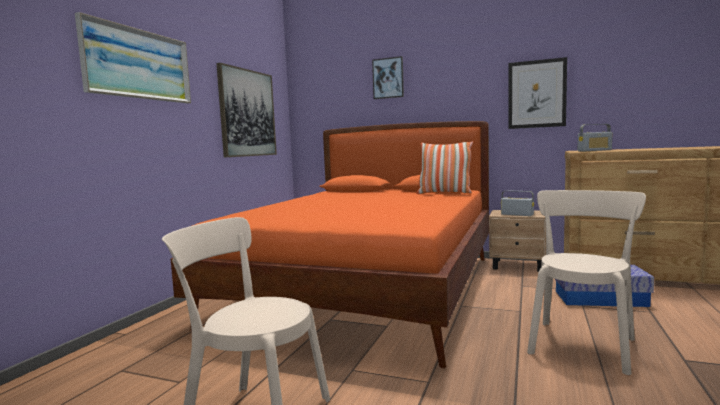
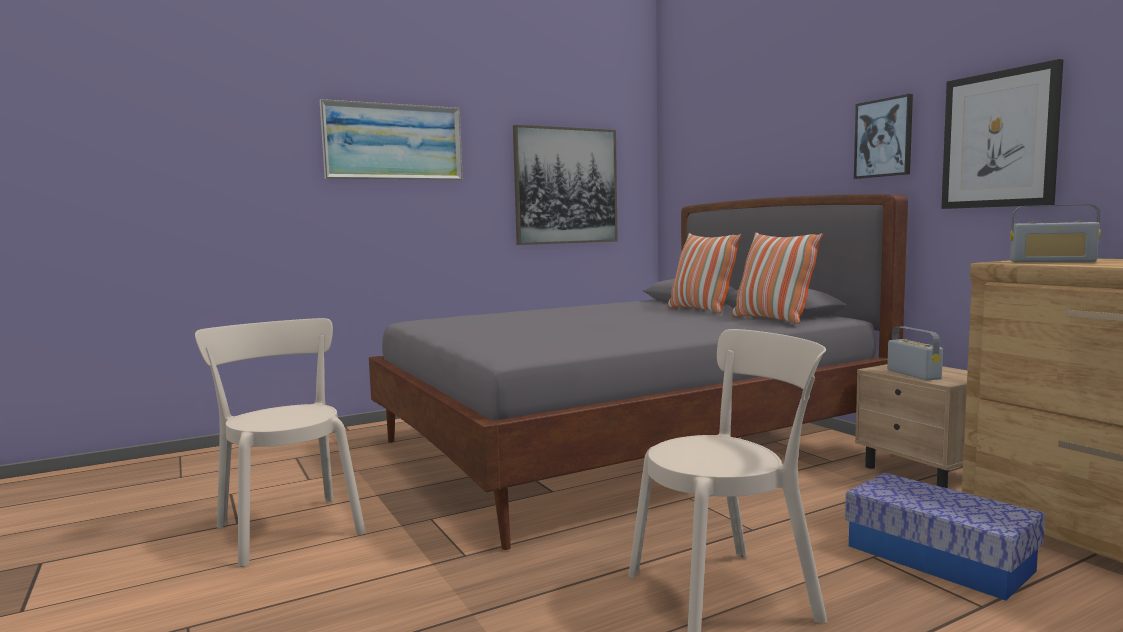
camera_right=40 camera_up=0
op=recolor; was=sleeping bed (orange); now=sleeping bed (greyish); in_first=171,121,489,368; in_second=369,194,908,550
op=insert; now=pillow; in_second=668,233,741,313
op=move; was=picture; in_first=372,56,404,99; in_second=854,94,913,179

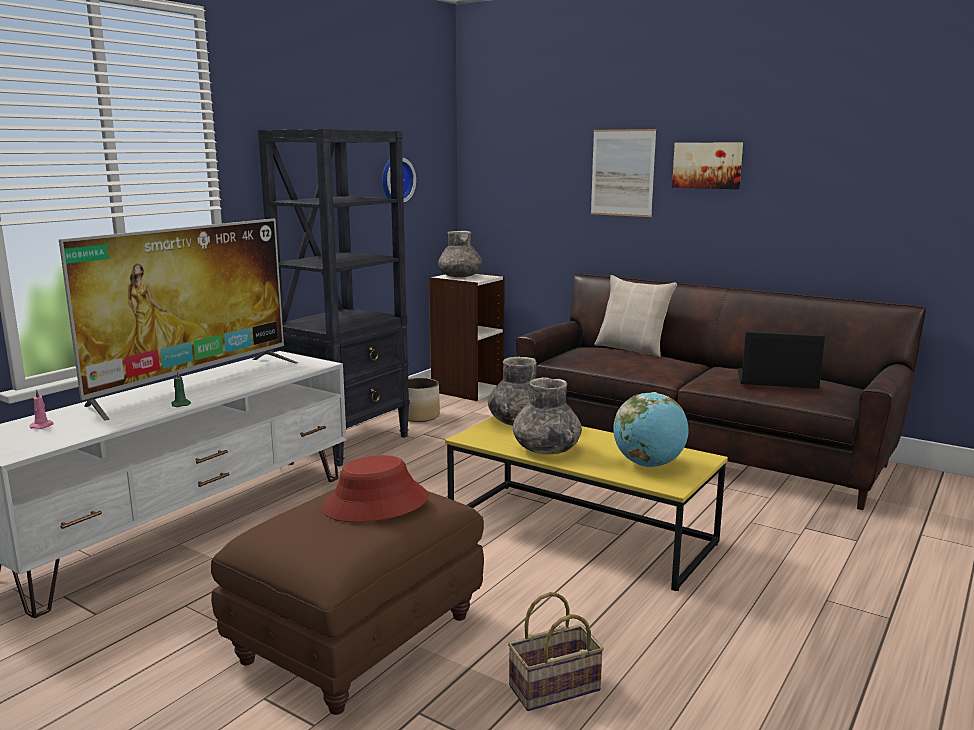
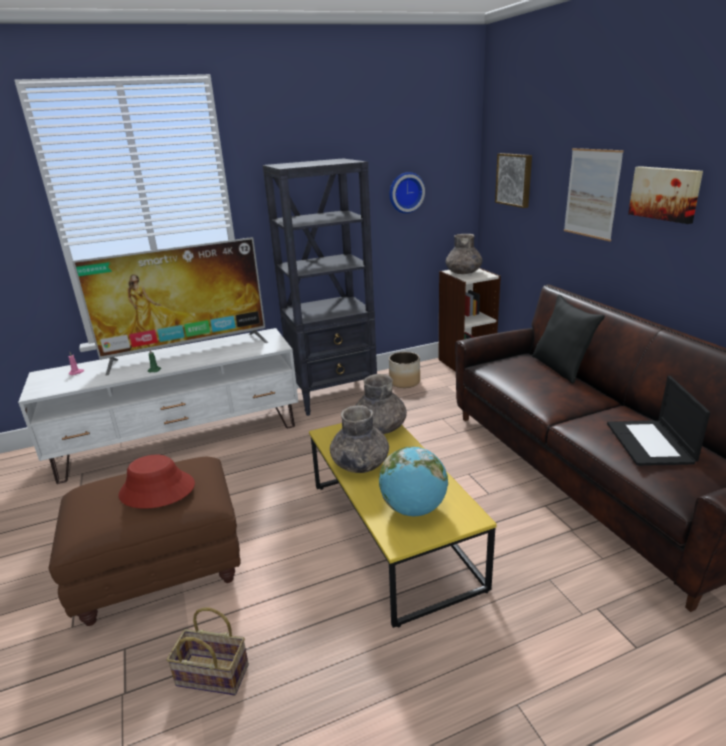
camera_right=35 camera_up=10
op=insert; now=picture; in_second=495,153,532,208
op=recolor; was=pillow (sand-coloured); now=pillow (black-coloured); in_first=594,275,677,357; in_second=532,295,605,383
op=rotate; was=portable computer; in_first=738,331,825,389; in_second=607,376,710,466; clockwise=-135

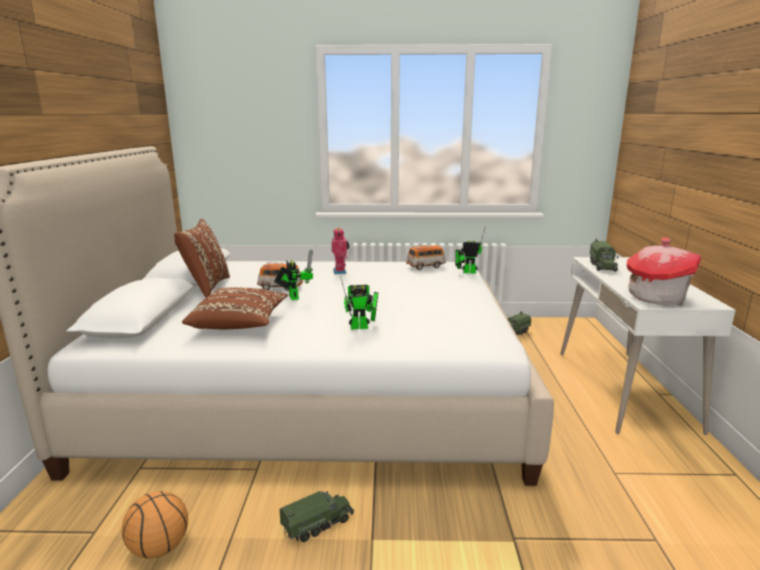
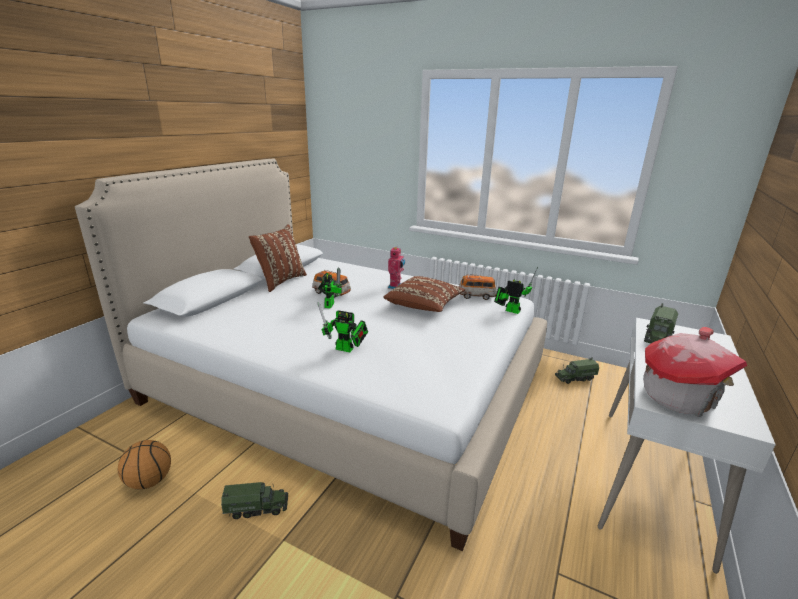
camera_right=25 camera_up=5
op=move; was=pillow (brown-coloured); in_first=182,287,288,329; in_second=383,276,465,312

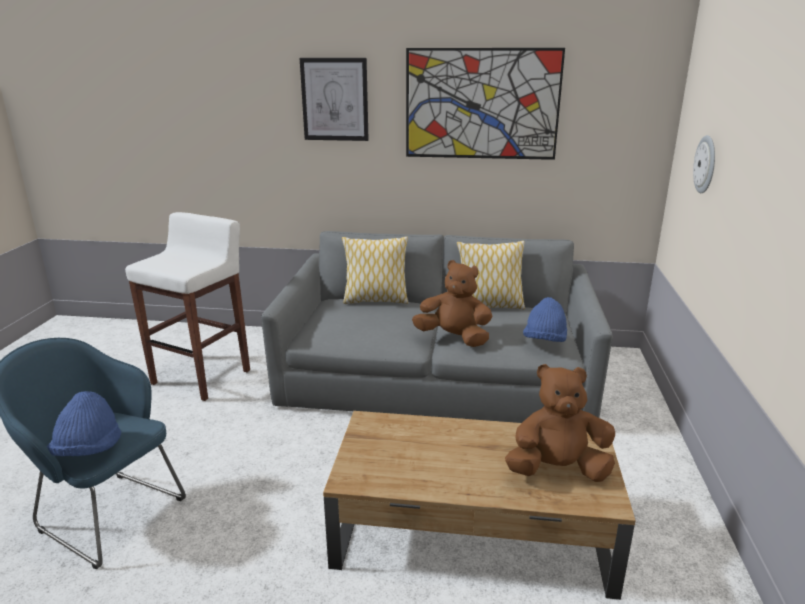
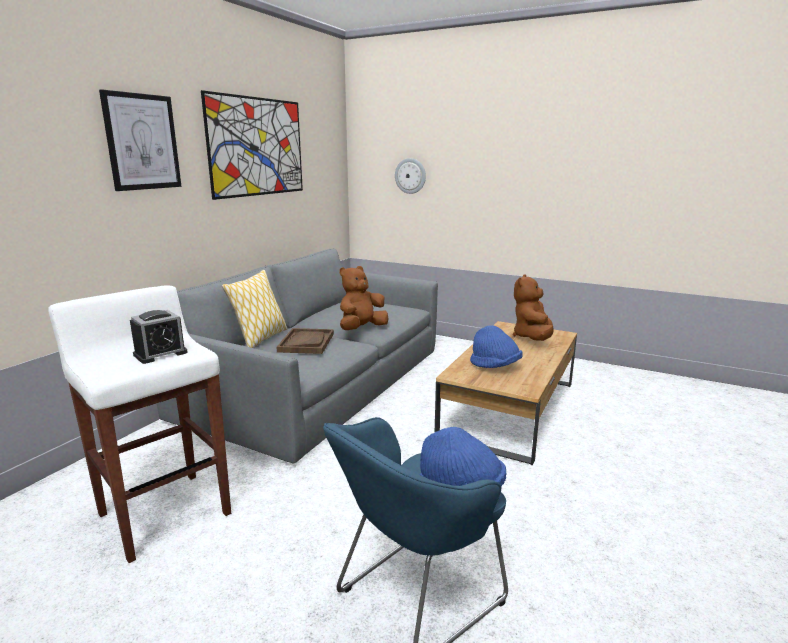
camera_right=-70 camera_up=-5
op=insert; now=alarm clock; in_second=130,310,188,364
op=insert; now=serving tray (brown-coloured); in_second=277,328,334,354
op=move; was=hat (bluish); in_first=523,297,567,342; in_second=470,325,522,368
op=delete; was=pillow; in_first=457,241,525,309

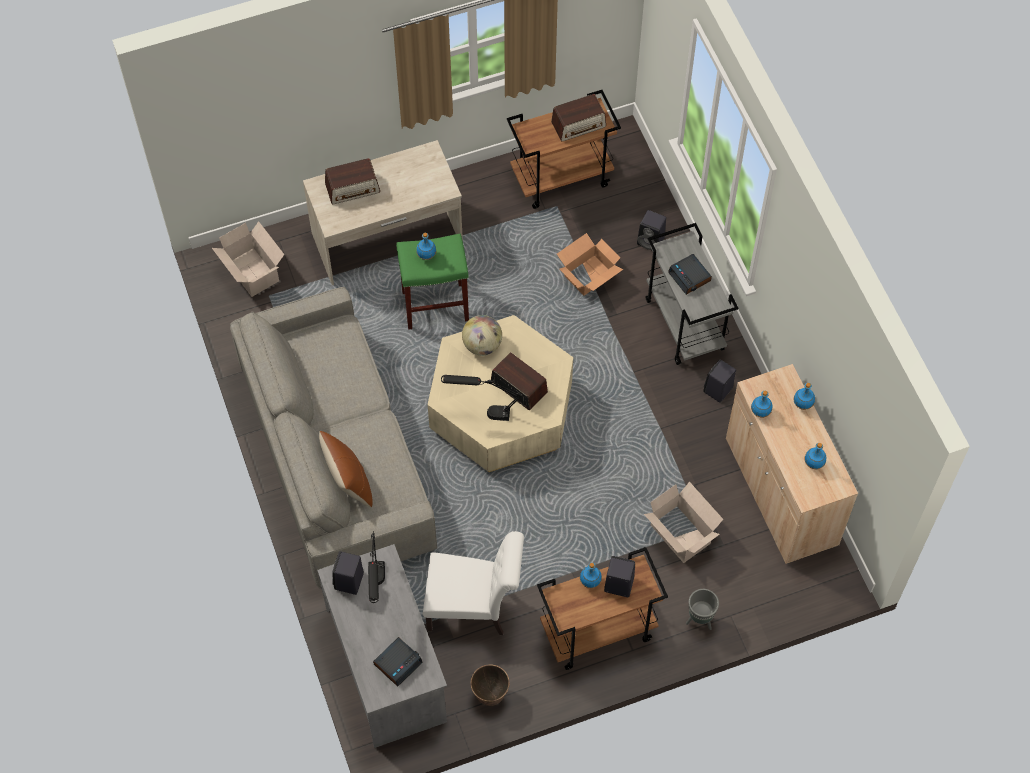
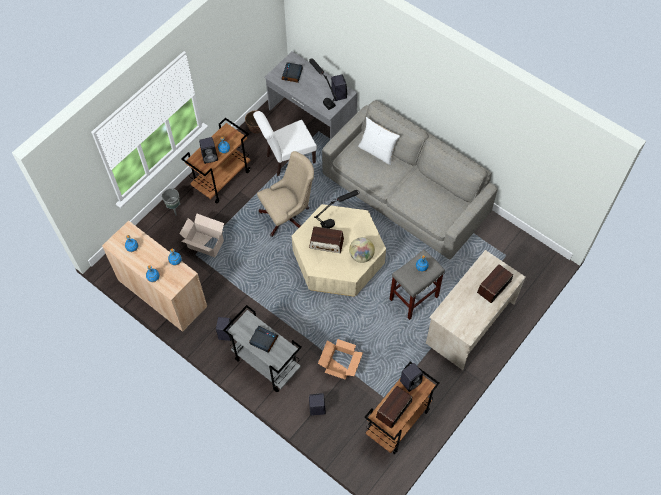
camera_right=150 camera_up=0
op=insert; now=desk chair (sand-coloured); in_second=257,151,314,237
op=recolor; was=pillow (brown-coloured); now=pillow (whitish); in_first=319,431,373,507; in_second=358,117,400,165
op=recolor; was=stool (greenish); now=stool (greyish); in_first=396,234,469,330; in_second=390,249,445,320
op=insert; now=loudspeaker (black-coloured); in_second=400,363,423,392
op=delete; was=packing box; in_first=212,221,285,297

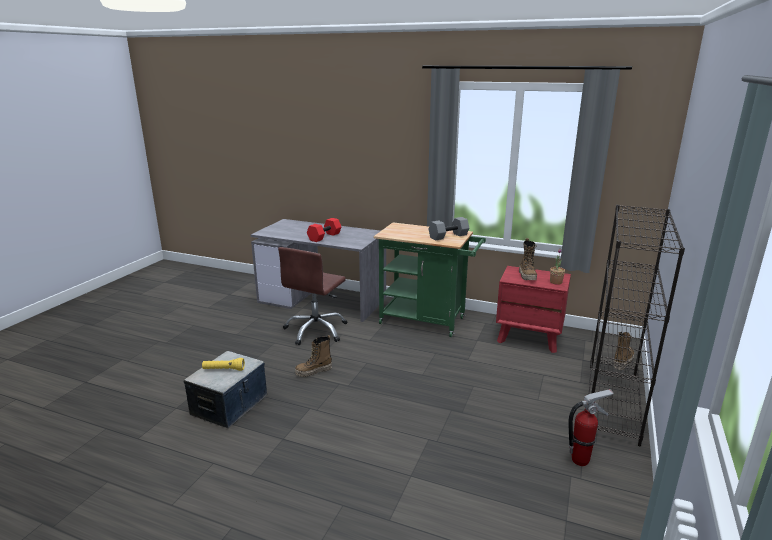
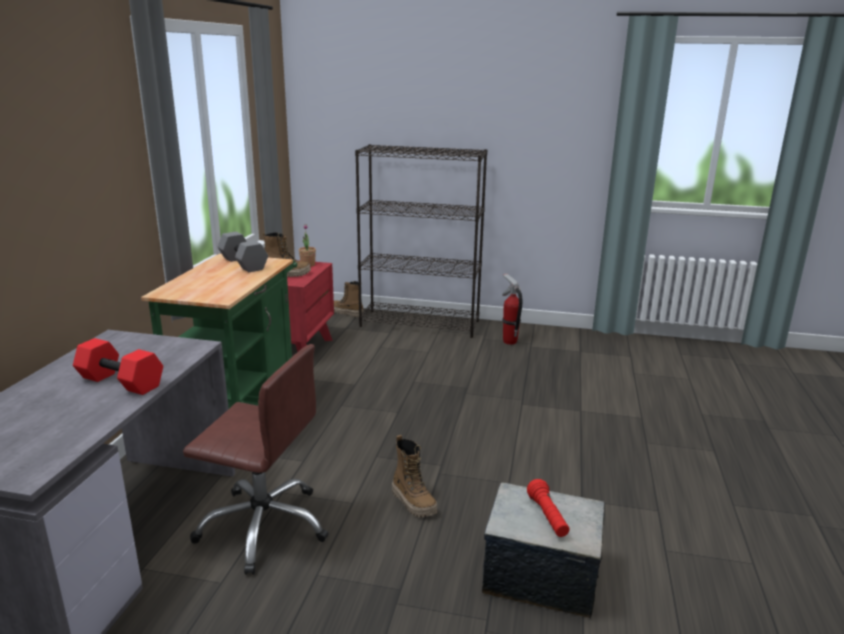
camera_right=-100 camera_up=0
op=recolor; was=flashlight (yellow); now=flashlight (reddish); in_first=202,358,245,371; in_second=527,479,570,537

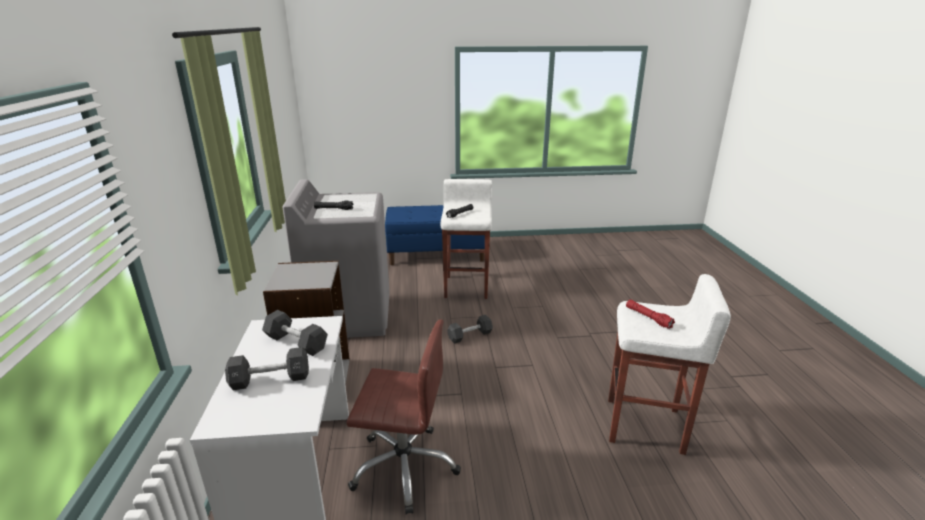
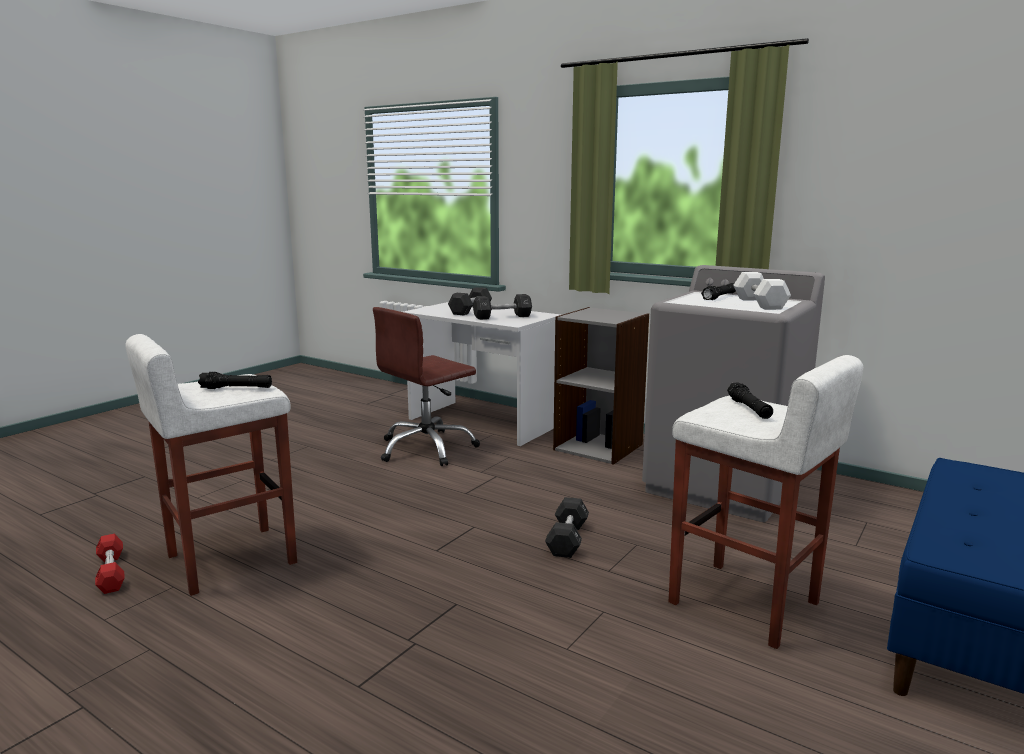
camera_right=130 camera_up=-10
op=insert; now=free weight (reddish); in_second=95,534,125,594
op=recolor; was=flashlight (reddish); now=flashlight (black-coloured); in_first=626,299,675,329; in_second=198,372,272,389
op=insert; now=free weight (whitish); in_second=733,272,791,310

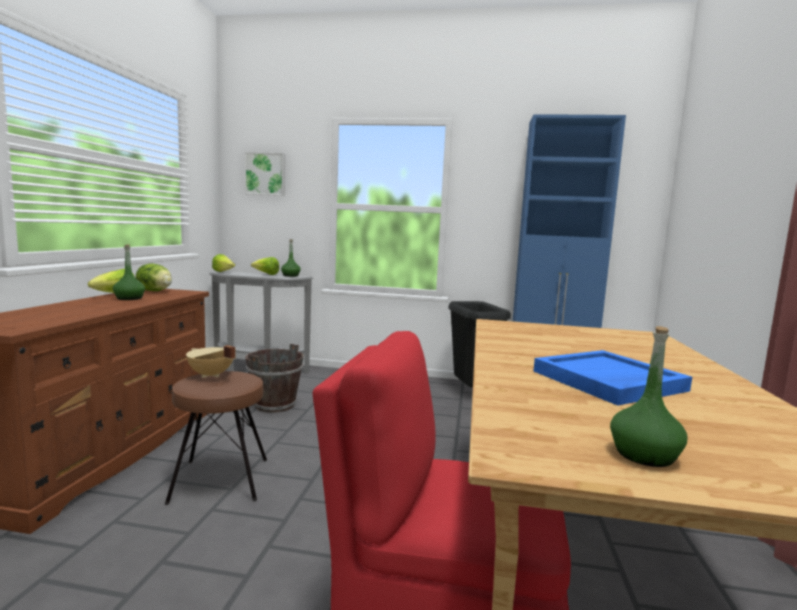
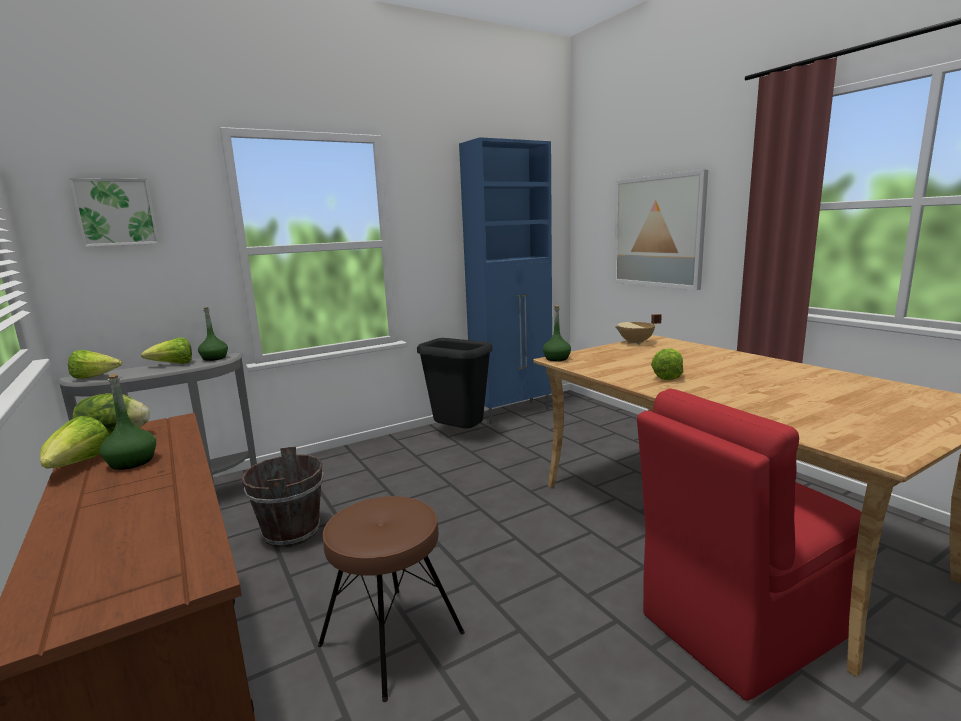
camera_right=-40 camera_up=5
op=move; was=beverage bottle (greenish); in_first=610,326,688,467; in_second=543,305,571,361
op=insert; now=picture; in_second=613,170,708,290
op=move; was=cooking pot (sand-coloured); in_first=186,345,236,378; in_second=615,314,662,345
op=insert; now=head of lettuce; in_second=651,348,683,380
op=delete; was=serving tray (bluish); in_first=533,350,692,406

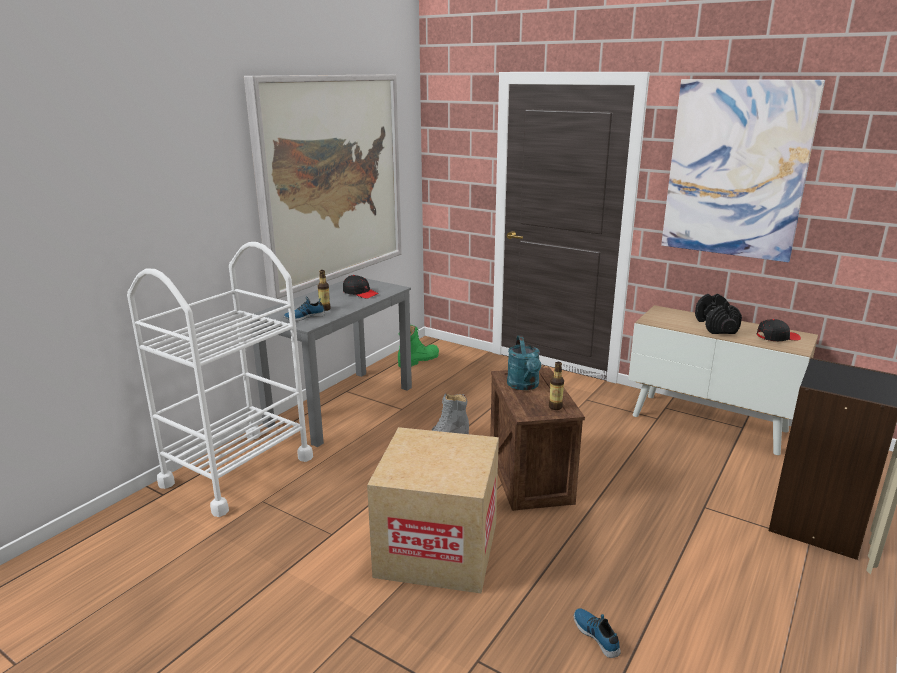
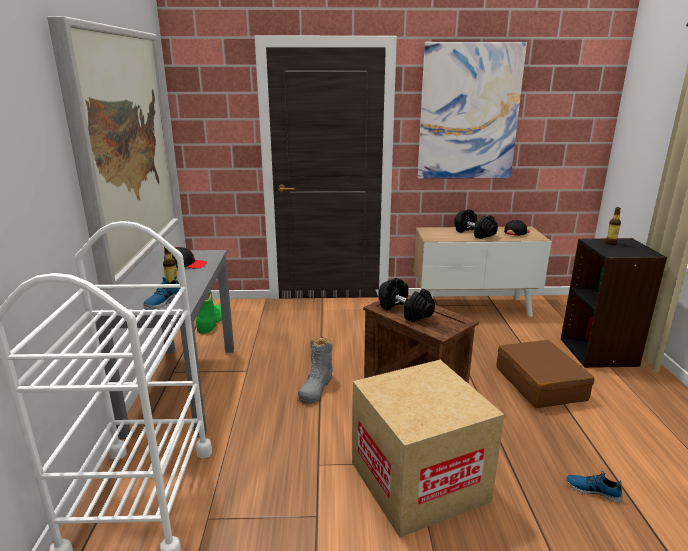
camera_right=-35 camera_up=0
op=replace; was=watering can (turquoise); now=free weight (black-coloured); in_first=507,336,541,390; in_second=378,278,435,322
op=insert; now=piece of luggage (brown-coloured); in_second=496,340,594,408
op=move; was=beverage bottle; in_first=549,362,564,410; in_second=605,207,621,245

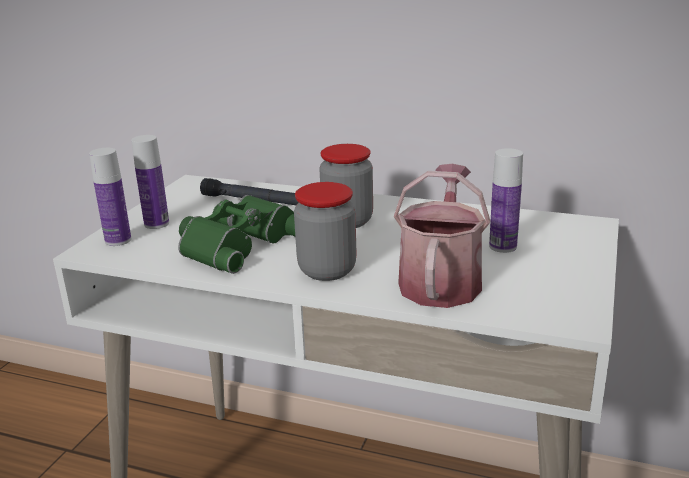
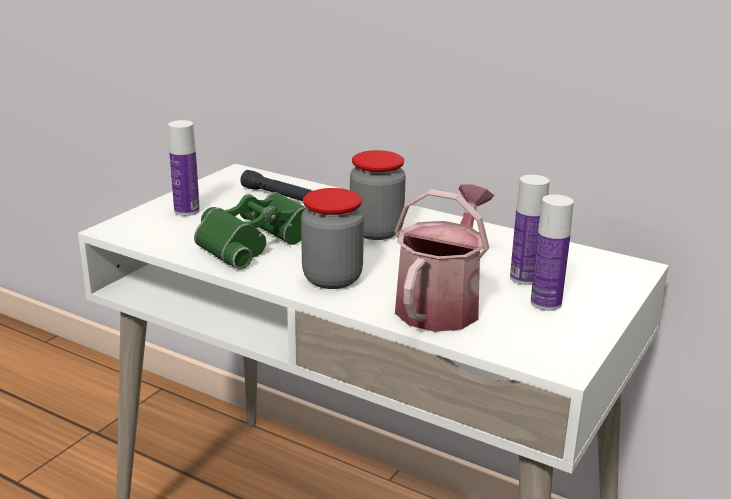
camera_right=10 camera_up=0
op=move; was=beverage bottle; in_first=89,148,131,246; in_second=531,194,574,311

